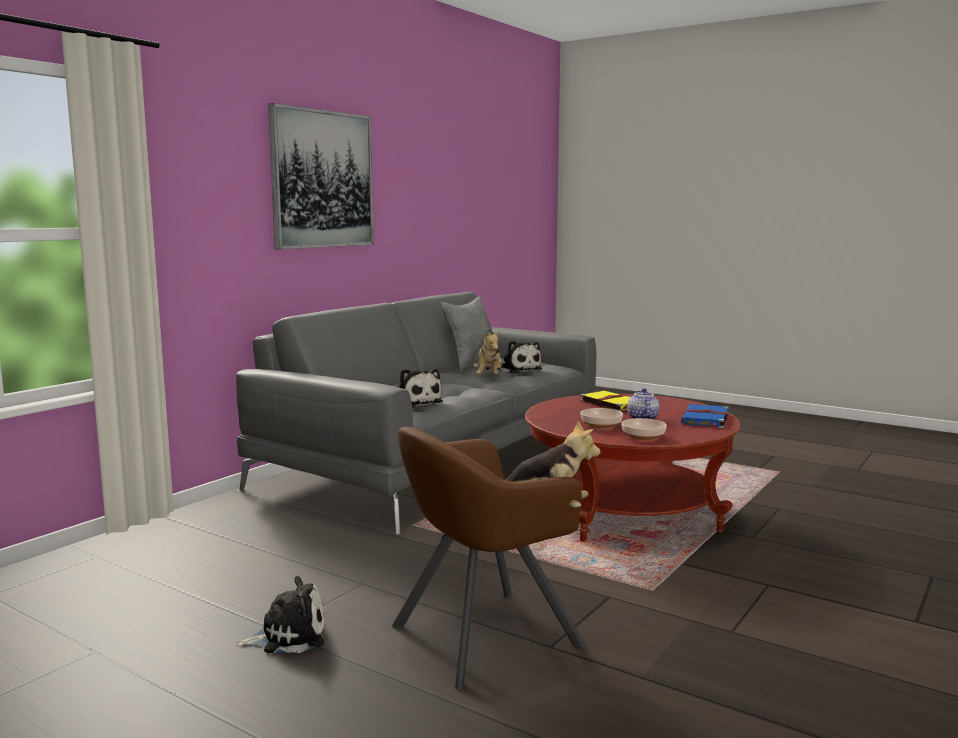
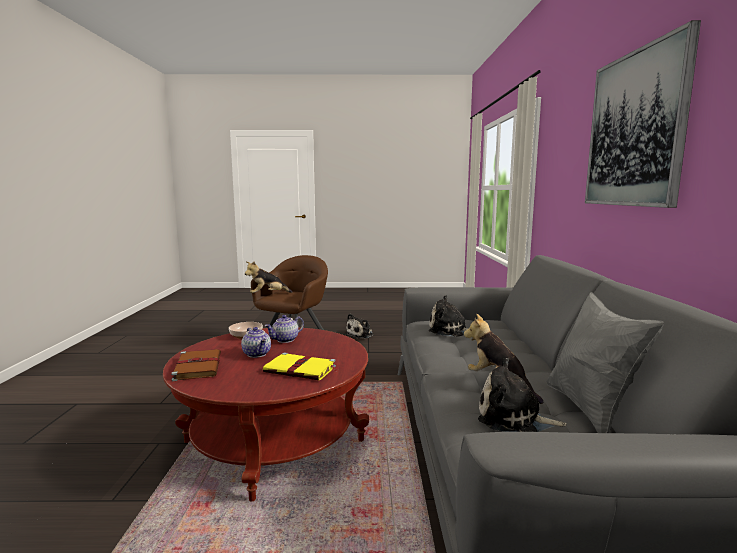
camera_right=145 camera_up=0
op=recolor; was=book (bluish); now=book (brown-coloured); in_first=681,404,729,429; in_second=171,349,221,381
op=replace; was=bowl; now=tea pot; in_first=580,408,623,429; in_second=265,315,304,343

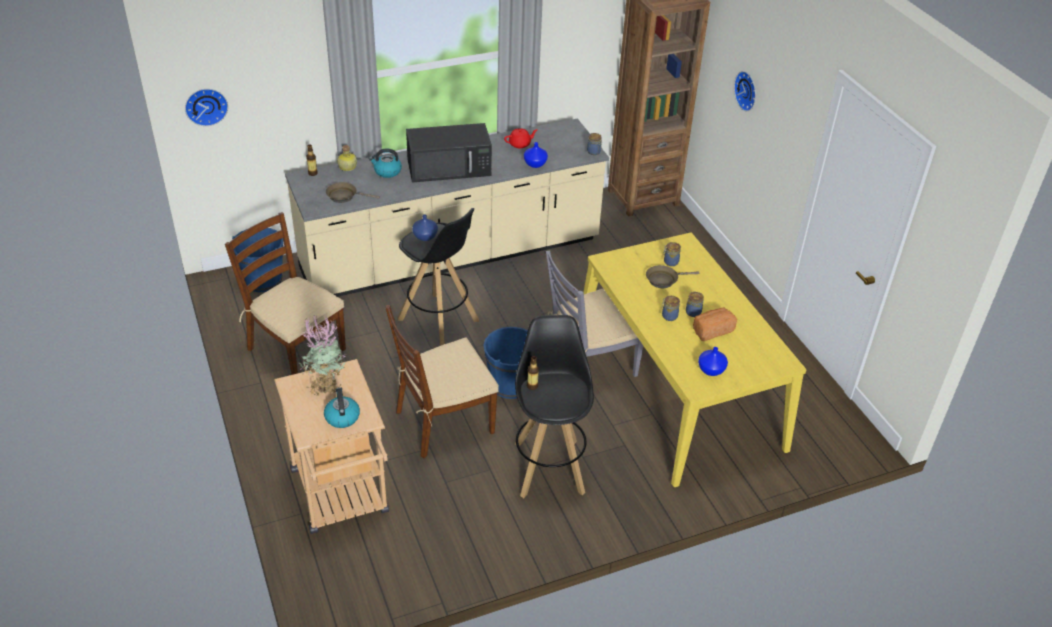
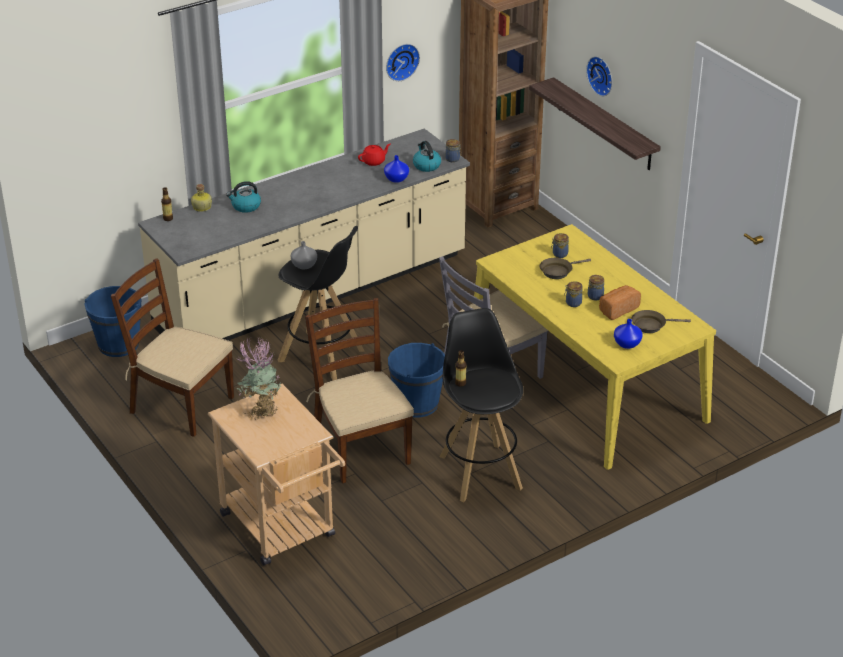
camera_right=-10 camera_up=-5
op=recolor; was=vase (bluish); now=vase (greyish); in_first=412,214,438,241; in_second=291,241,317,269
op=rotate; was=upright chair (brown-coloured); in_first=385,305,499,459; in_second=305,298,414,483; clockwise=105
op=move; was=hanging clock; in_first=185,89,228,126; in_second=386,44,420,81
op=move; was=tea kettle; in_first=324,387,360,428; in_second=413,141,441,172
op=insert; now=shelf; in_second=529,77,661,170
op=move; was=frying pan (brown-coloured); in_first=326,182,380,203; in_second=632,310,691,333
op=delete; was=microwave oven (black-coloured); in_first=406,123,492,183

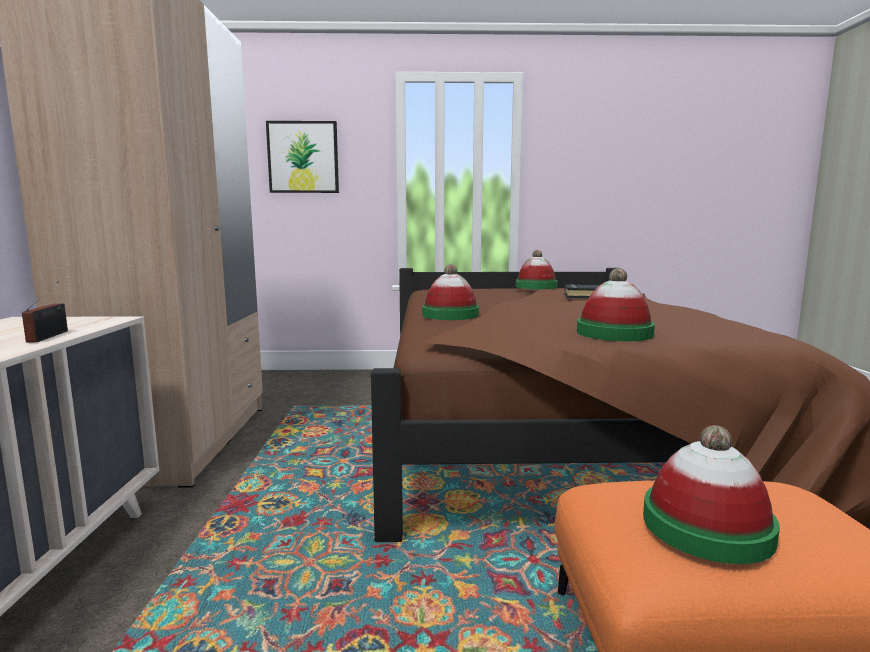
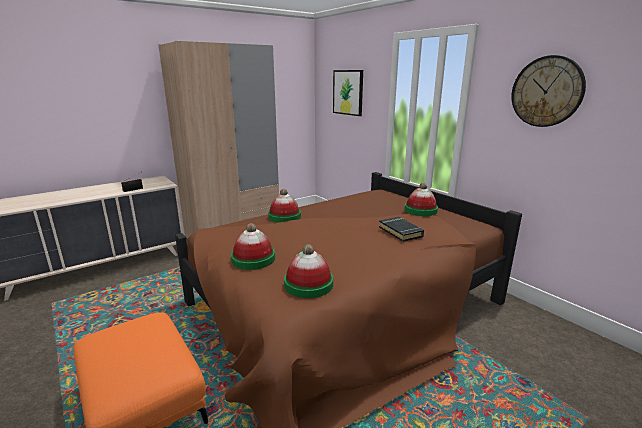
camera_right=55 camera_up=10
op=move; was=hat; in_first=643,425,780,564; in_second=284,244,333,298
op=insert; now=hanging clock; in_second=511,55,586,127

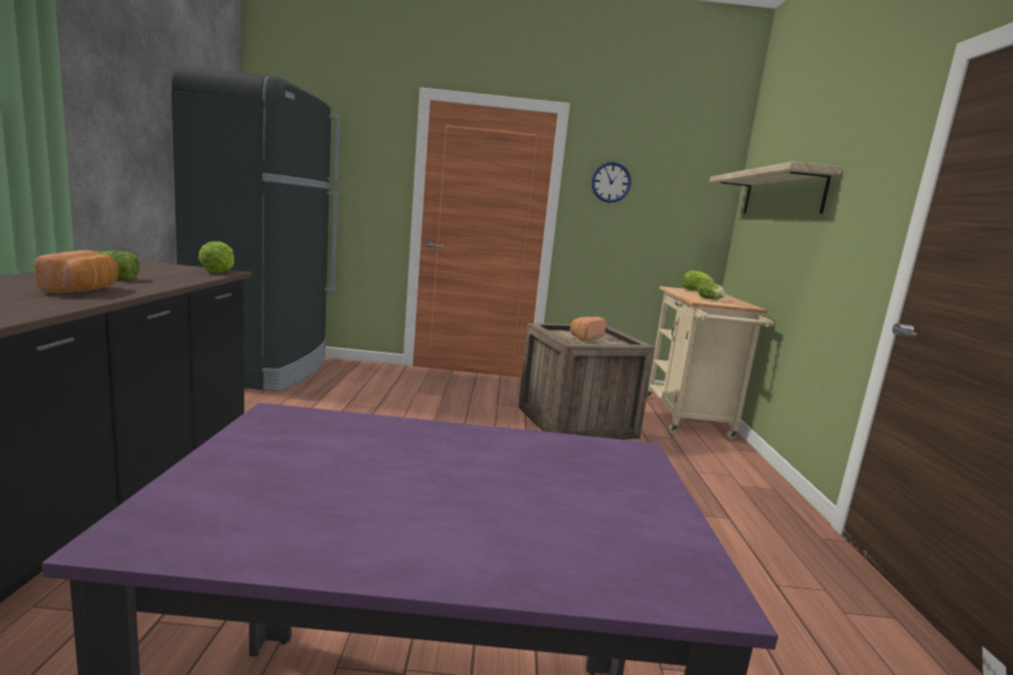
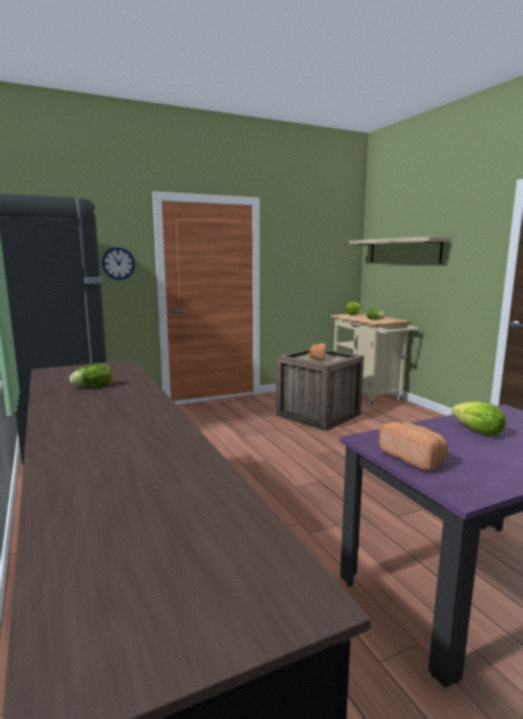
camera_right=-25 camera_up=0
op=move; was=hanging clock; in_first=592,162,631,203; in_second=102,247,135,280
op=move; was=bakery bread; in_first=34,250,119,293; in_second=379,422,448,471
op=move; was=head of lettuce; in_first=198,241,234,273; in_second=451,402,506,436

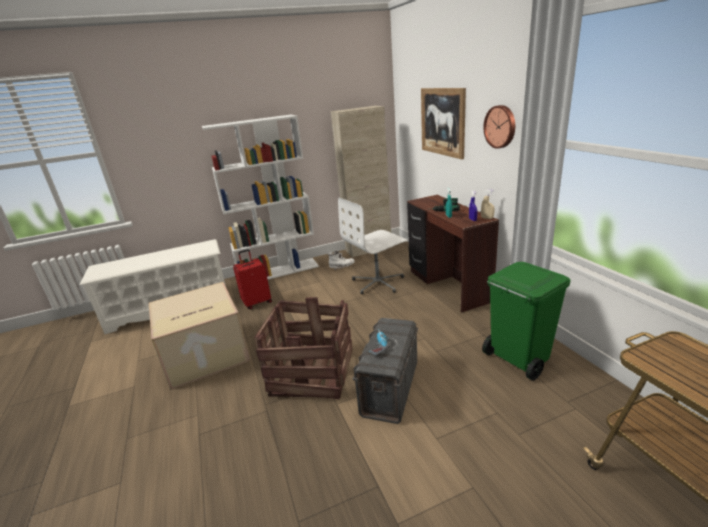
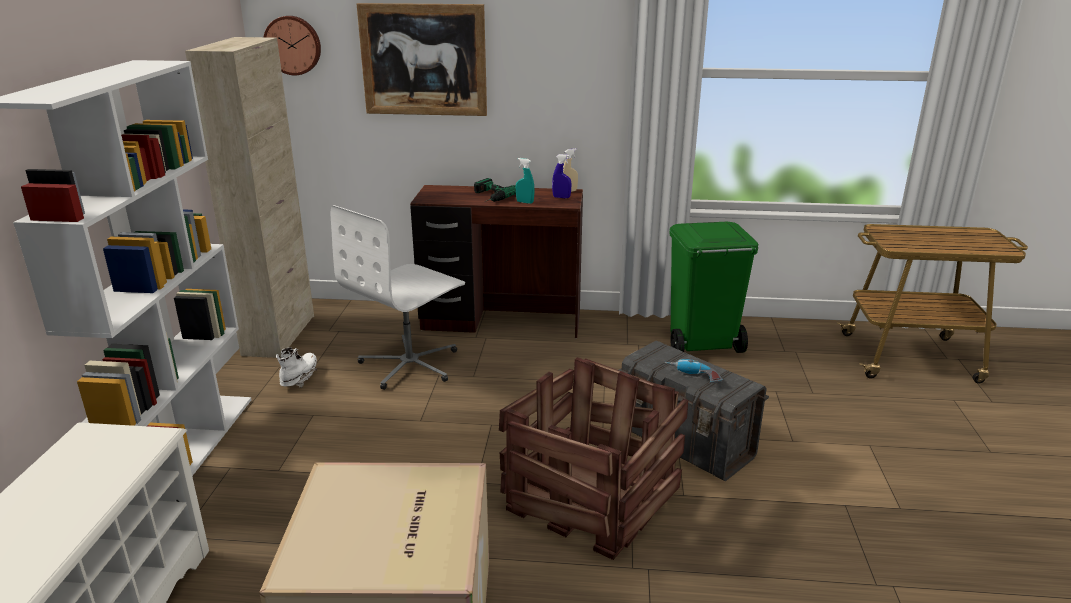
camera_right=-65 camera_up=0
op=move; was=hanging clock; in_first=483,105,515,149; in_second=264,16,321,75
op=rotate; was=desk chair (whitish); in_first=338,197,408,294; in_second=331,205,465,390; clockwise=45
op=delete; was=piece of luggage (reddish); in_first=233,249,272,309

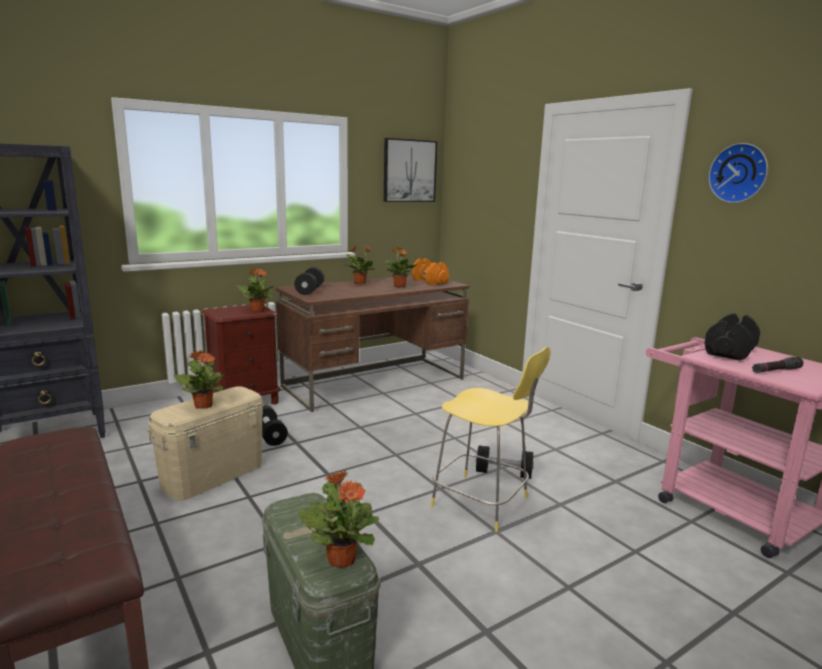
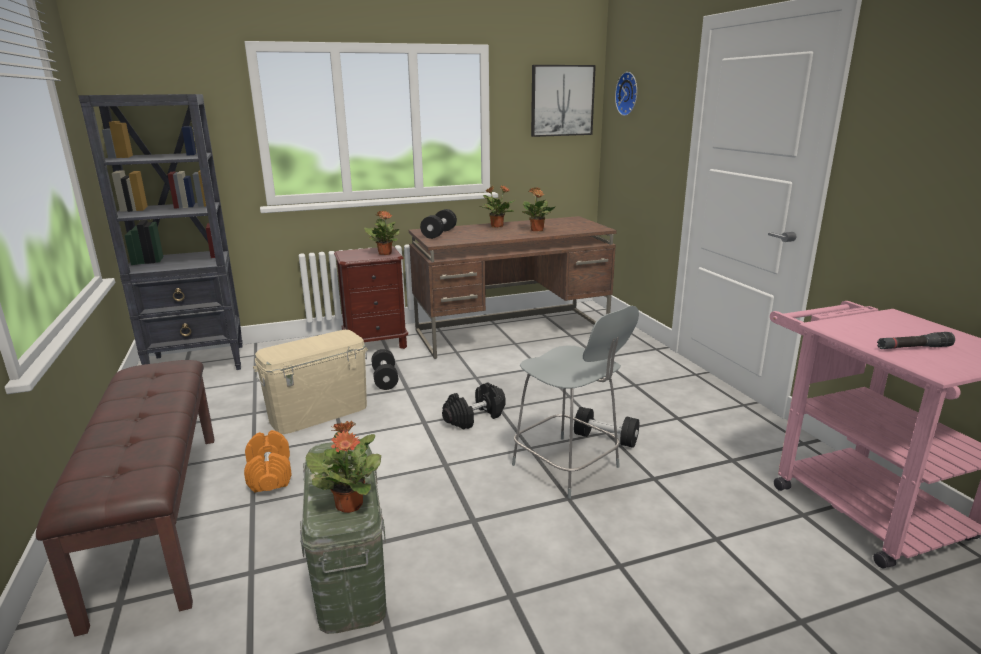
camera_right=15 camera_up=5
op=move; was=free weight (orange); in_first=412,258,449,285; in_second=244,430,292,492
op=move; was=free weight (black-coloured); in_first=704,313,760,360; in_second=442,382,506,430
op=recolor; was=stool (yellow); now=stool (greyish); in_first=431,347,551,532; in_second=512,306,639,499
op=move; was=hanging clock; in_first=708,143,768,203; in_second=615,72,637,116
op=delete; was=potted plant; in_first=174,350,224,409

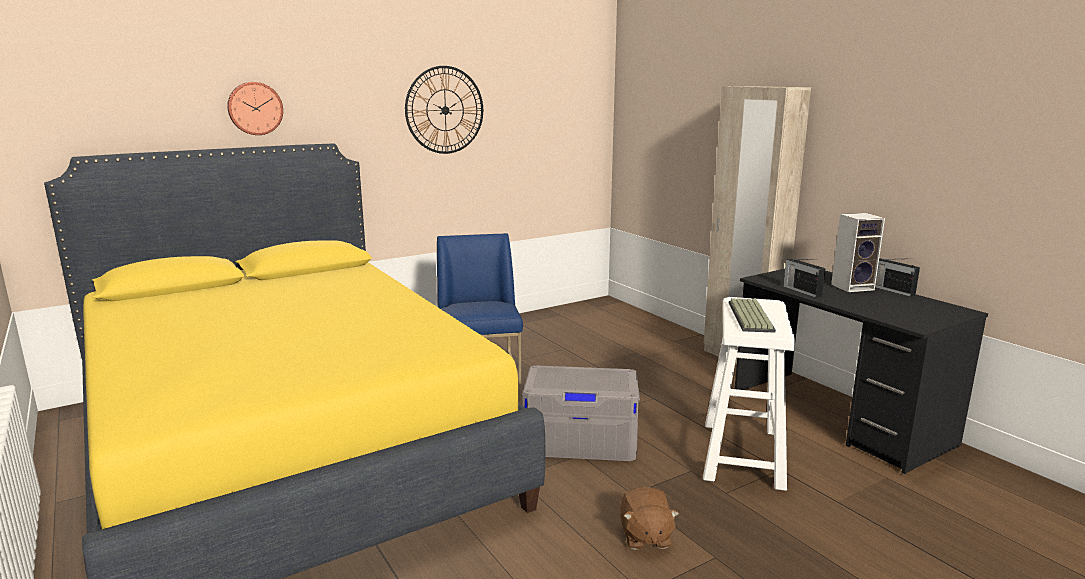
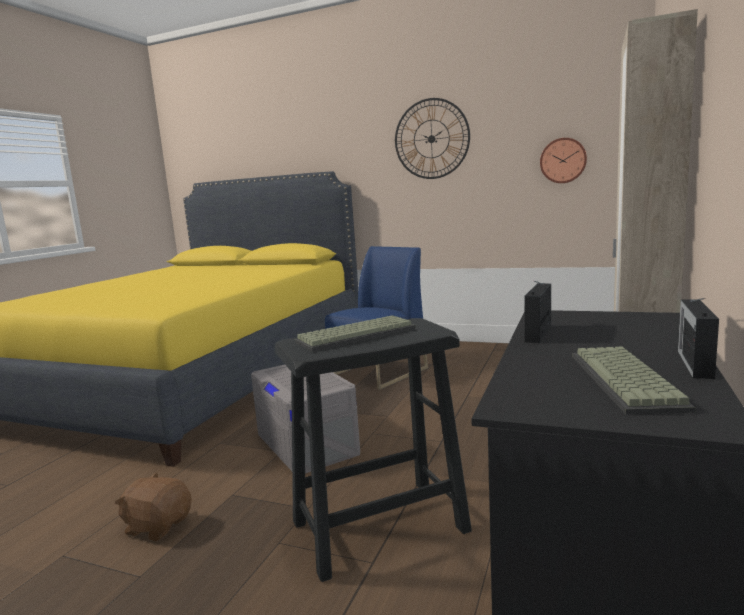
camera_right=55 camera_up=-5
op=rotate; was=cuddly toy (brown-coloured); in_first=620,487,679,550; in_second=115,472,191,542; clockwise=60
op=recolor; was=stool (whitish); now=stool (black-coloured); in_first=703,297,795,491; in_second=275,318,472,582
op=move; was=hanging clock; in_first=227,82,283,135; in_second=540,138,587,183
op=insert; now=keyboard; in_second=573,346,696,415
op=delete; was=loudspeaker; in_first=831,213,885,292

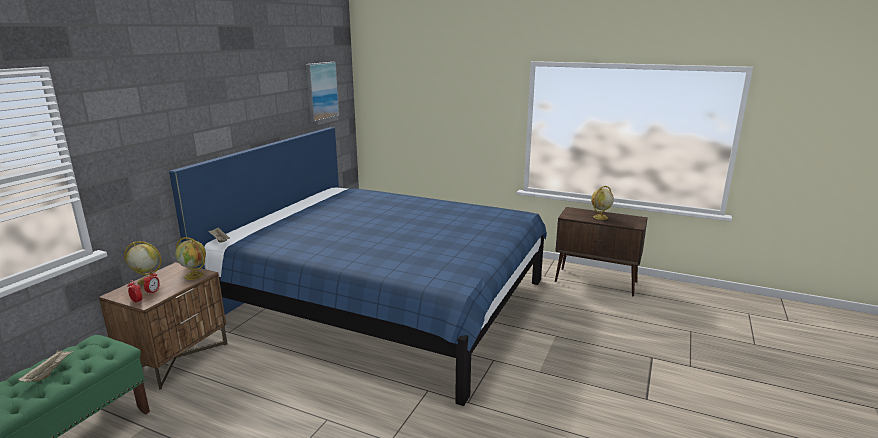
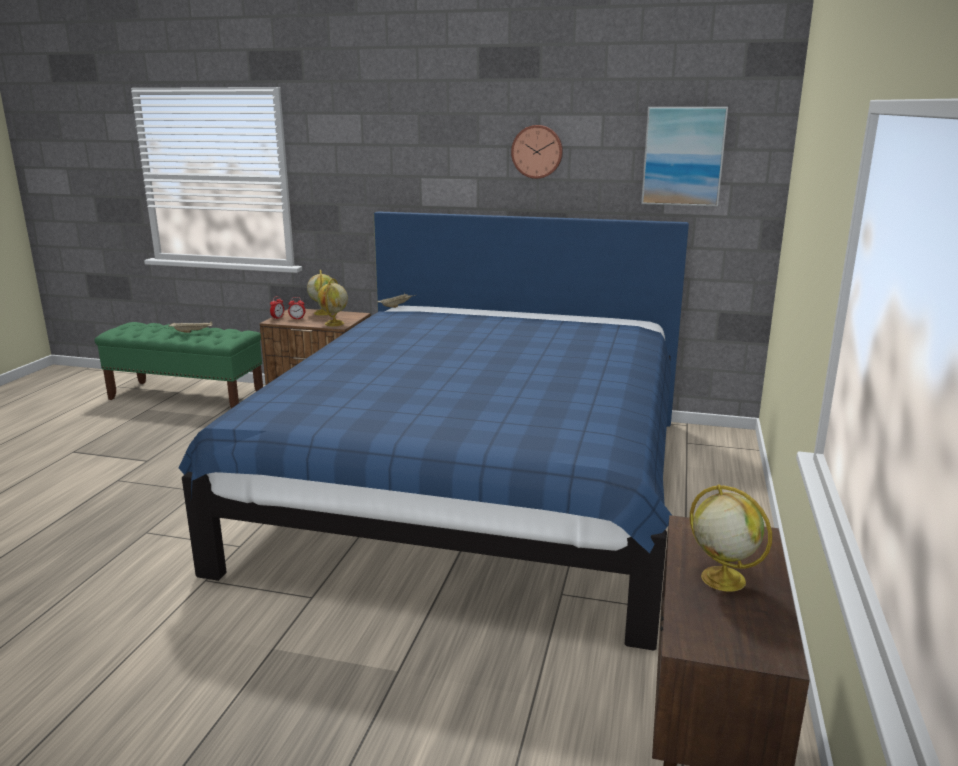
camera_right=80 camera_up=0
op=insert; now=hanging clock; in_second=511,125,563,179

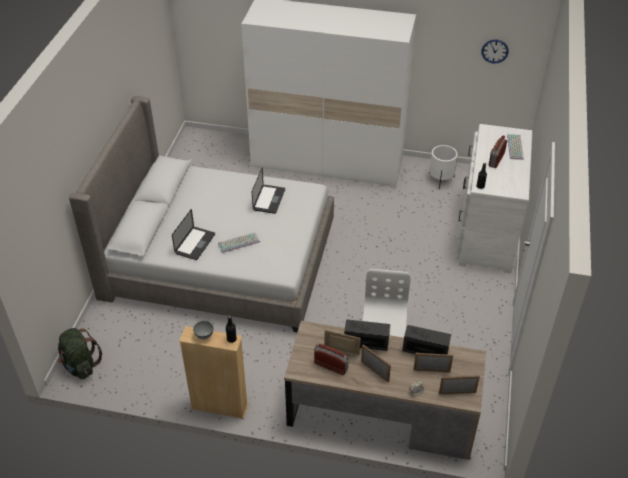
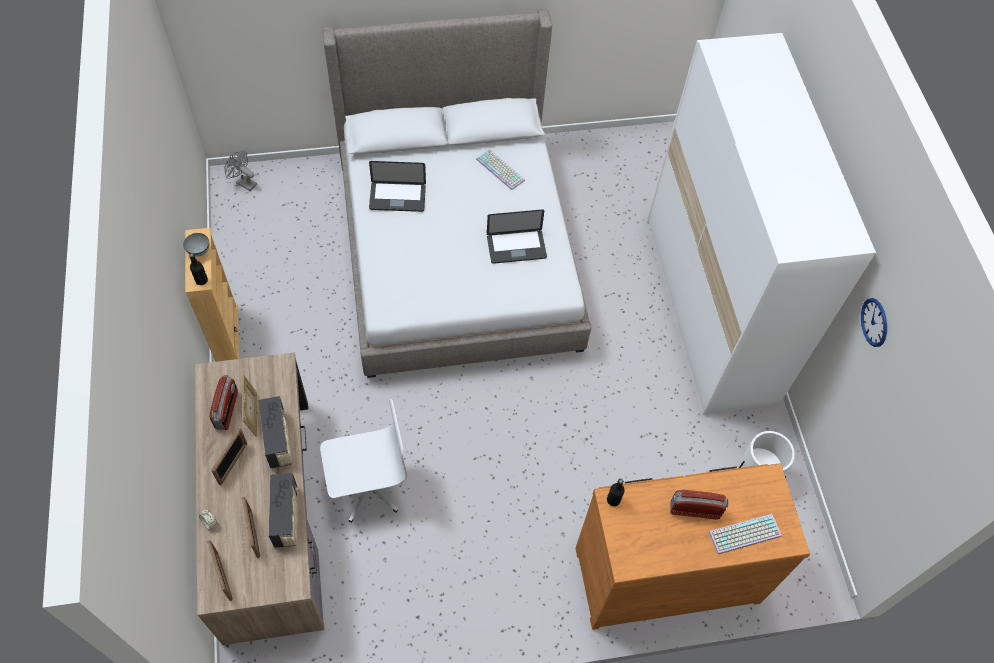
camera_right=65 camera_up=15
op=replace; was=rucksack (greenish); now=cooling fan (greyish); in_first=57,328,102,379; in_second=225,150,257,191
op=move; was=keyboard; in_first=218,232,260,253; in_second=476,149,525,190
op=recolor; was=drawer chest (whitish); now=drawer chest (brown-coloured); in_first=456,124,533,274; in_second=575,463,810,630
op=move; was=hanging clock; in_first=481,40,509,63; in_second=861,298,887,347

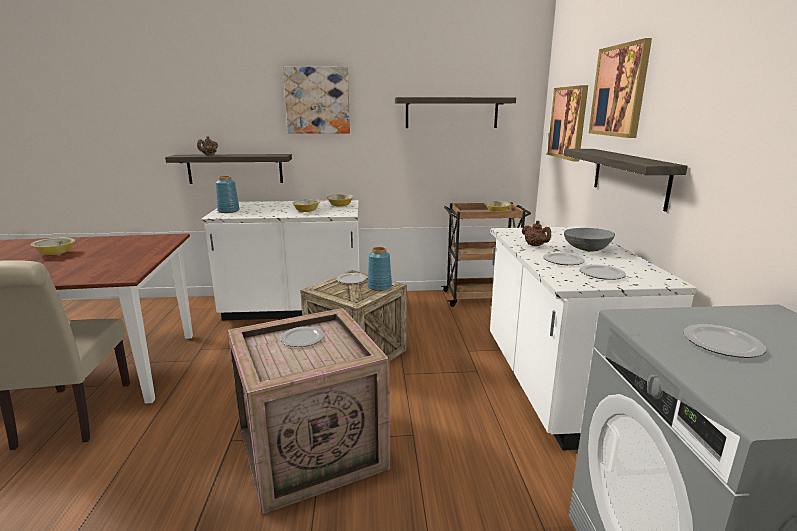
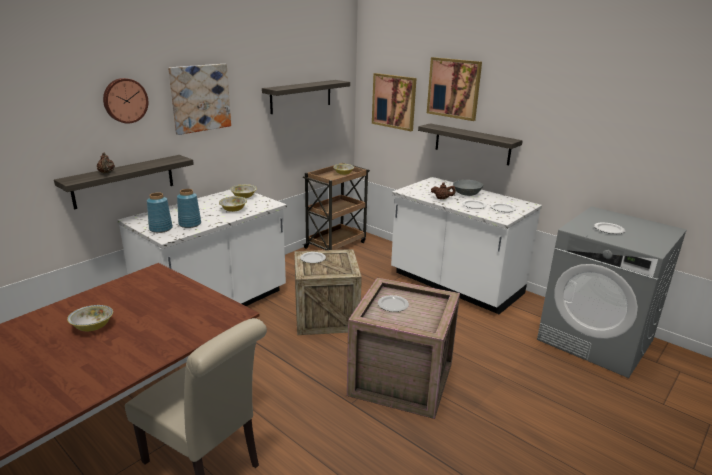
camera_right=-45 camera_up=5
op=insert; now=hanging clock; in_second=103,78,148,124
op=move; was=vase (bluish); in_first=367,247,392,291; in_second=177,189,201,228

